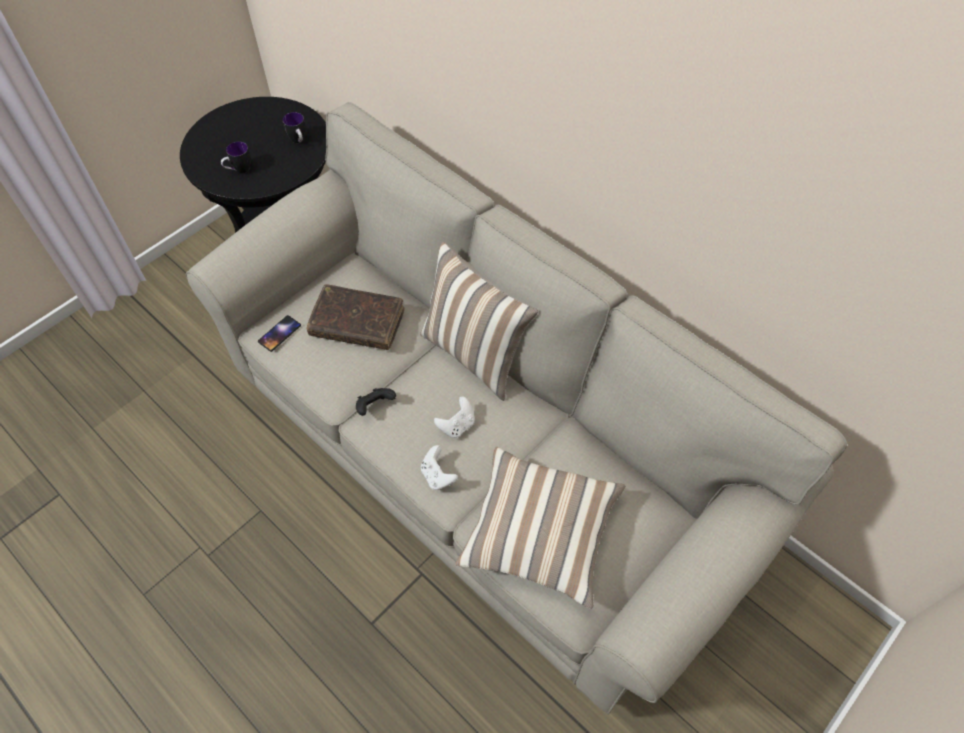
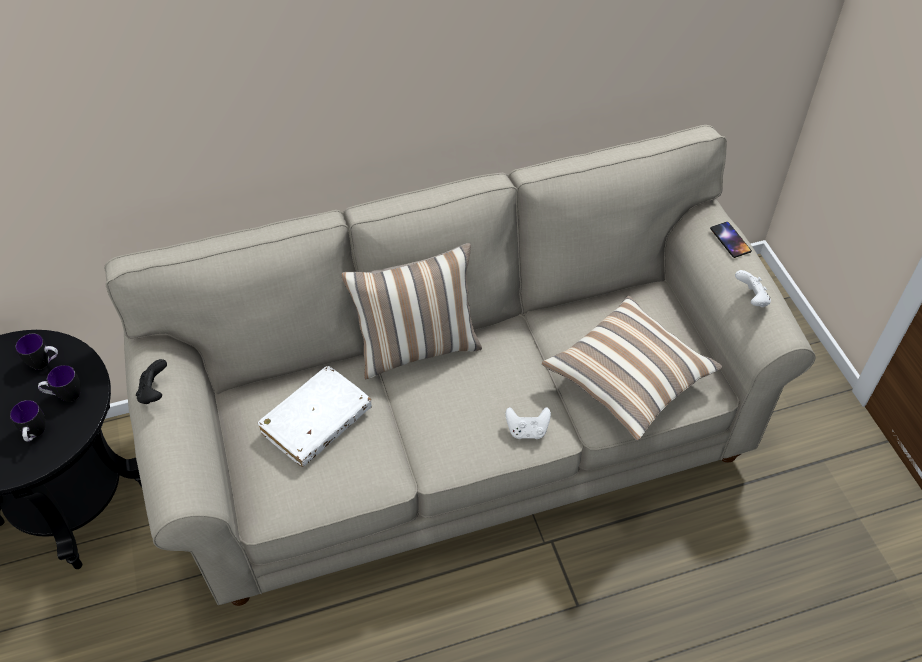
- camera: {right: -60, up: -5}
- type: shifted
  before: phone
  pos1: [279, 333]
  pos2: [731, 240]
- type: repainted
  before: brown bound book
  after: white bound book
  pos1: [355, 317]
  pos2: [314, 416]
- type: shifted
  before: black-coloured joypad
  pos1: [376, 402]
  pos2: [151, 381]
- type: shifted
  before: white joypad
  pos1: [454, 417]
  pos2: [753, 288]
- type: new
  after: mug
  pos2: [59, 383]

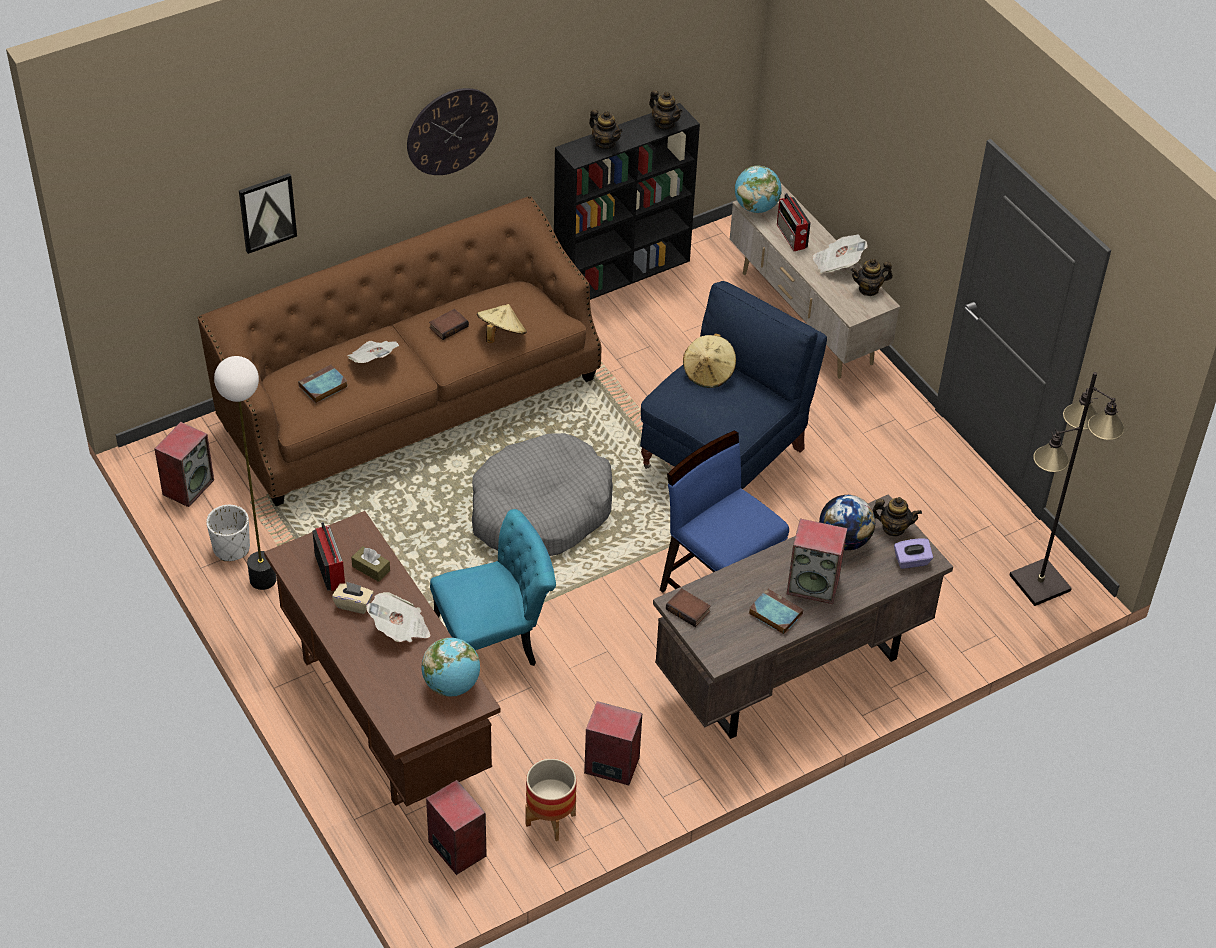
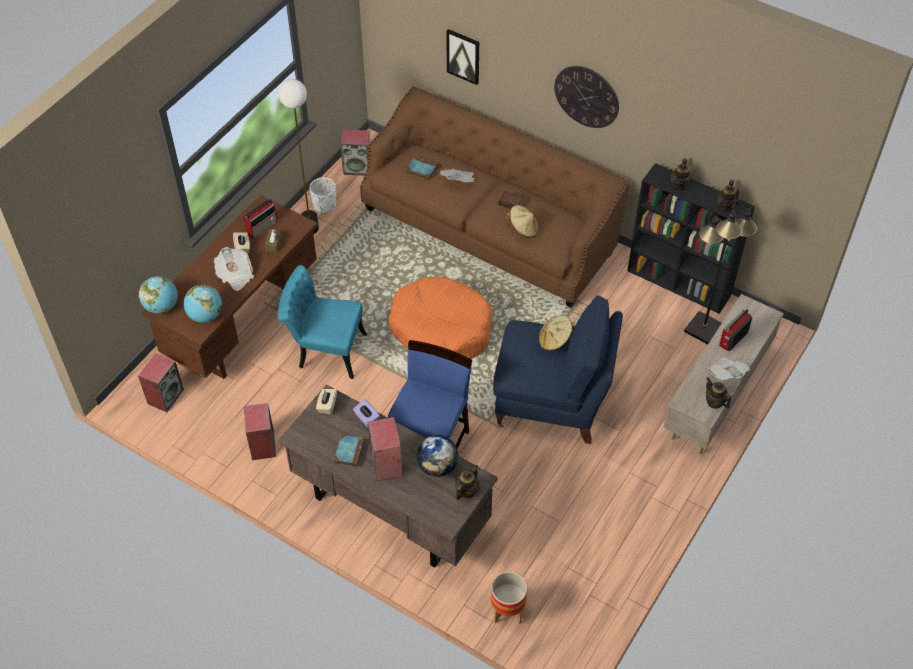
- camera: {right: 65, up: 5}
- type: rotated
  before: blue-green plain chair
  pos1: [493, 587]
  pos2: [322, 322]
  turn: 150
- type: repainted
  before: gray pet bed
  after: orange pet bed
  pos1: [542, 494]
  pos2: [440, 318]
- type: shifted
  before: flower pot
  pos1: [551, 800]
  pos2: [509, 598]
- type: swapped
  before: bound book
  after: beige tissue holder
  pos1: [688, 607]
  pos2: [326, 402]
- type: shifted
  before: desk globe
  pos1: [758, 189]
  pos2: [158, 295]
- type: rotated
  before: tea pot
  pos1: [897, 516]
  pos2: [467, 482]
  turn: -135
- type: shifted
  before: purple-coloured tissue holder
  pos1: [913, 553]
  pos2: [366, 413]
- type: shifted
  before: black-coloured standard lamp
  pos1: [1067, 489]
  pos2: [720, 266]

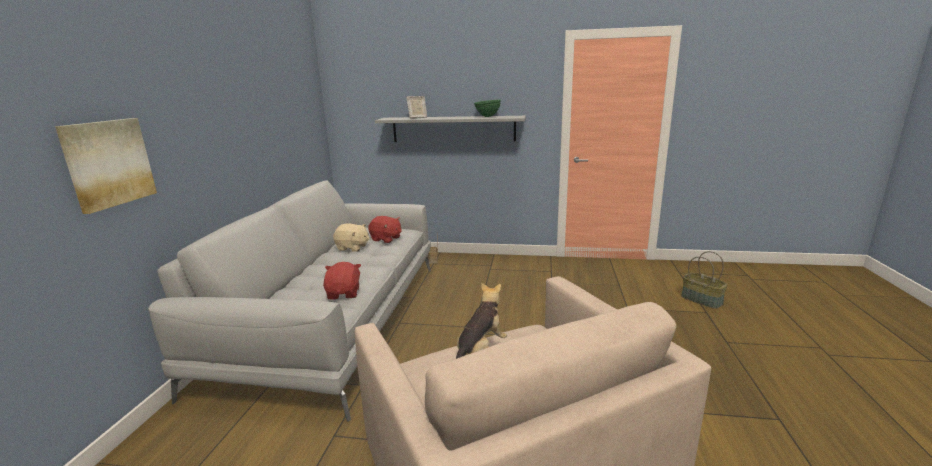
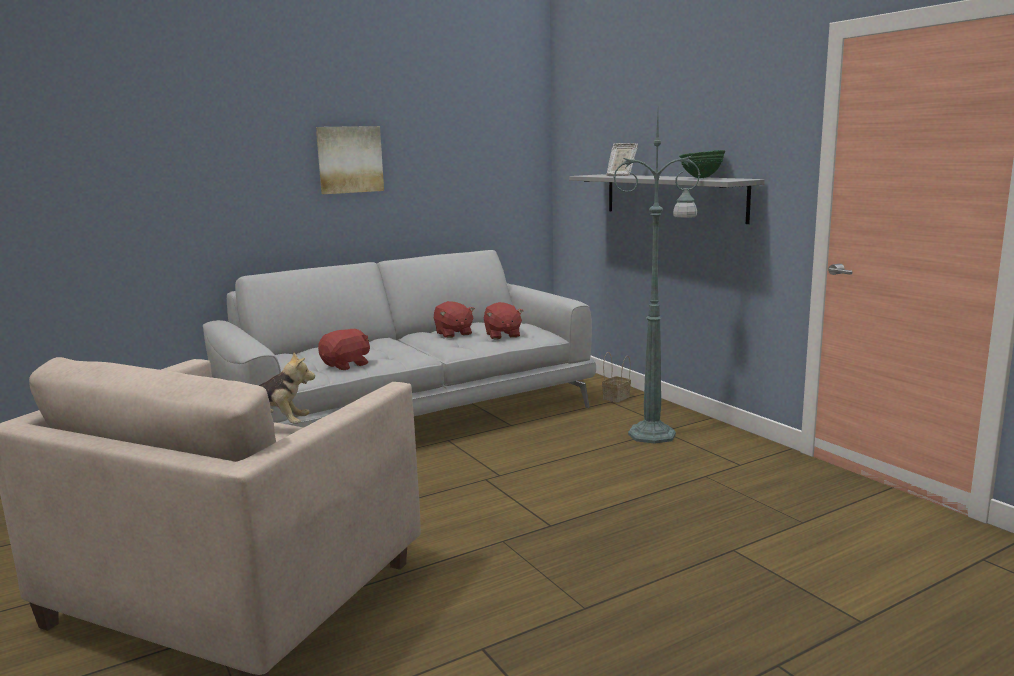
- camera: {right: 50, up: -5}
- type: shifted
  before: wall art
  pos1: [106, 166]
  pos2: [350, 160]
- type: repainted
  before: beige soft toy
  after: red soft toy
  pos1: [351, 237]
  pos2: [454, 319]
- type: gone
  before: storage basket
  pos1: [704, 280]
- type: new
  after: green-coloured standard lamp
  pos2: [657, 278]

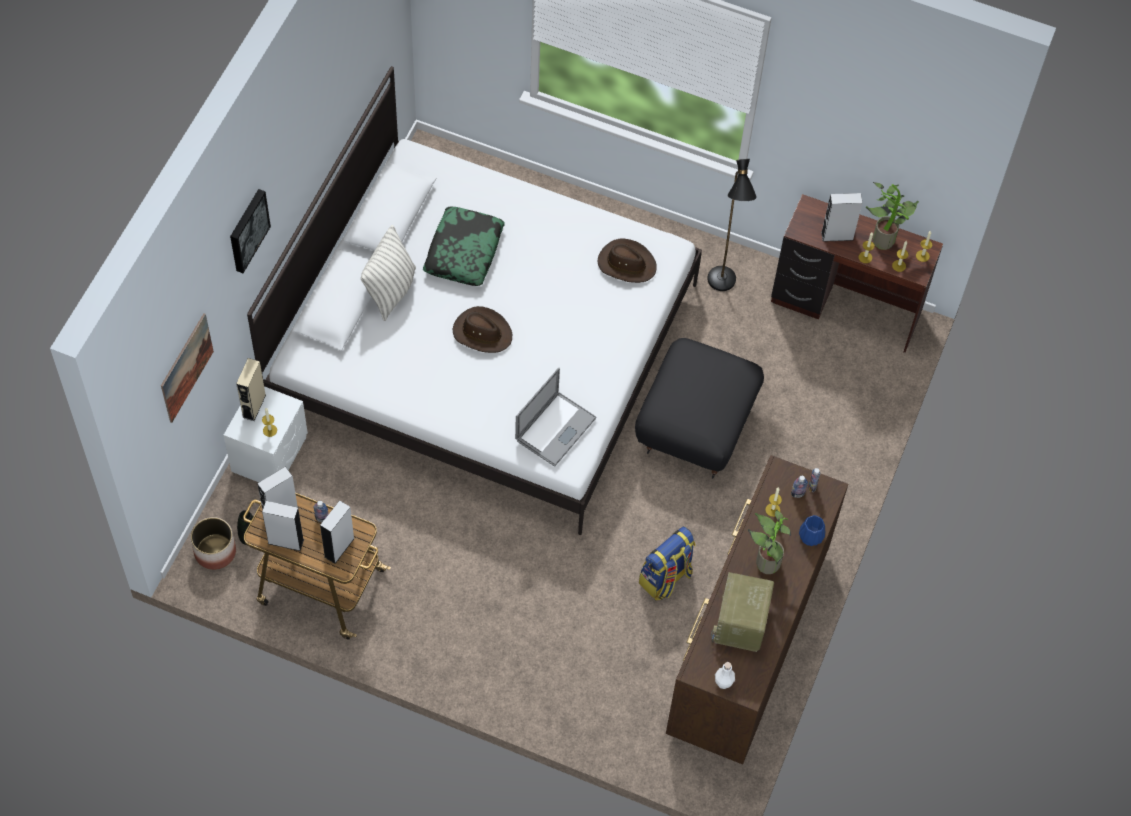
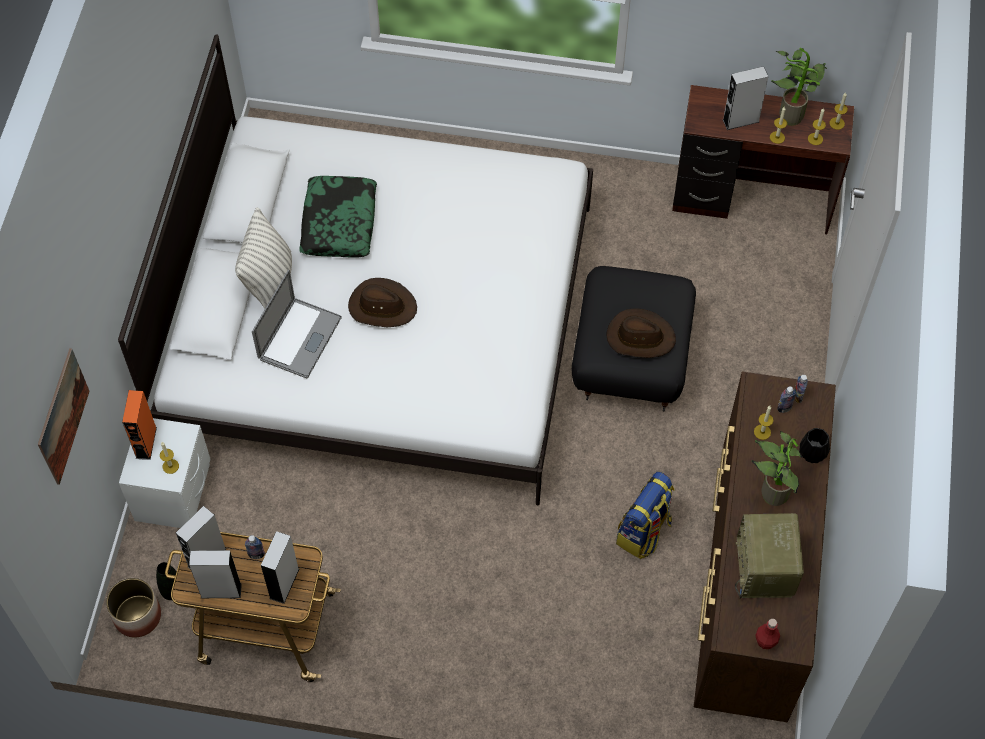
- camera: {right: -10, up: 0}
- type: gone
  before: wall art
  pos1: [250, 231]
- type: repainted
  before: beige speaker
  after: orange speaker
  pos1: [251, 389]
  pos2: [139, 425]
- type: shifted
  before: laptop
  pos1: [555, 417]
  pos2: [297, 324]
- type: shifted
  before: brown hat
  pos1: [627, 261]
  pos2: [641, 333]
- type: gone
  before: black-coloured standard lamp
  pos1: [731, 225]
- type: repainted
  before: white drink bottle
  after: red drink bottle
  pos1: [725, 675]
  pos2: [768, 634]
- type: repainted
  before: blue flower vase
  after: black-coloured flower vase
  pos1: [812, 530]
  pos2: [814, 445]

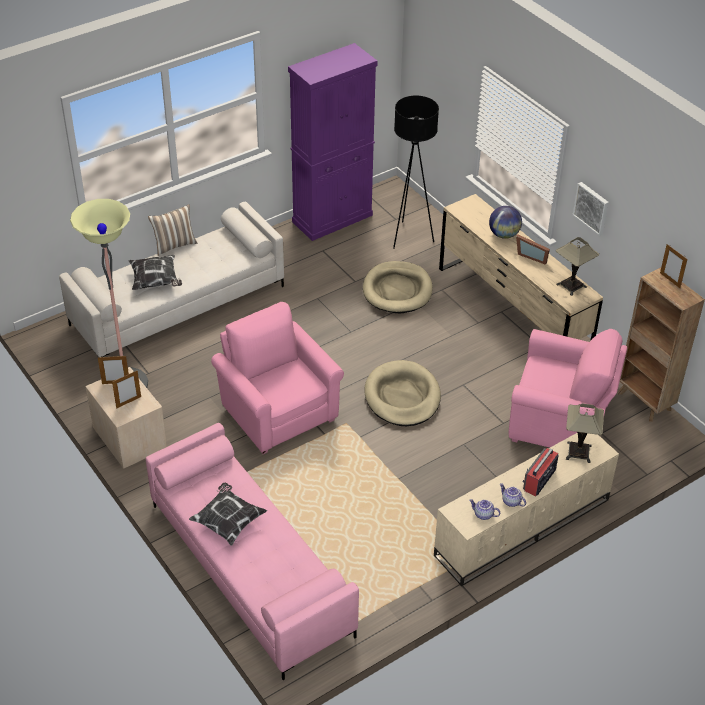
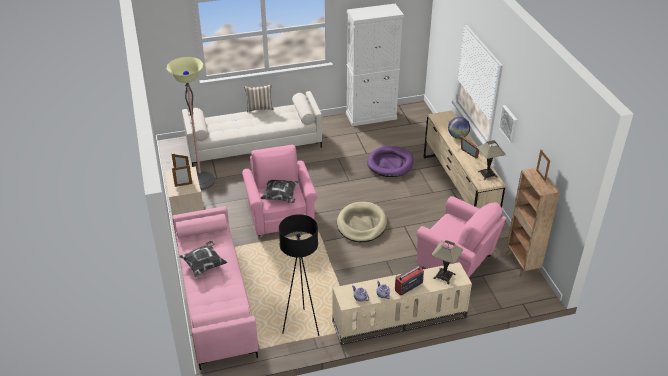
- camera: {right: 20, up: -5}
- type: shifted
  before: cushion
  pos1: [155, 272]
  pos2: [279, 191]
- type: repainted
  before: purple-coloured storage cabinet
  after: white storage cabinet
  pos1: [333, 142]
  pos2: [375, 65]
- type: repainted
  before: beige pet bed
  after: purple-coloured pet bed
  pos1: [398, 287]
  pos2: [390, 161]
- type: shifted
  before: black-coloured standard lamp
  pos1: [416, 172]
  pos2: [299, 275]

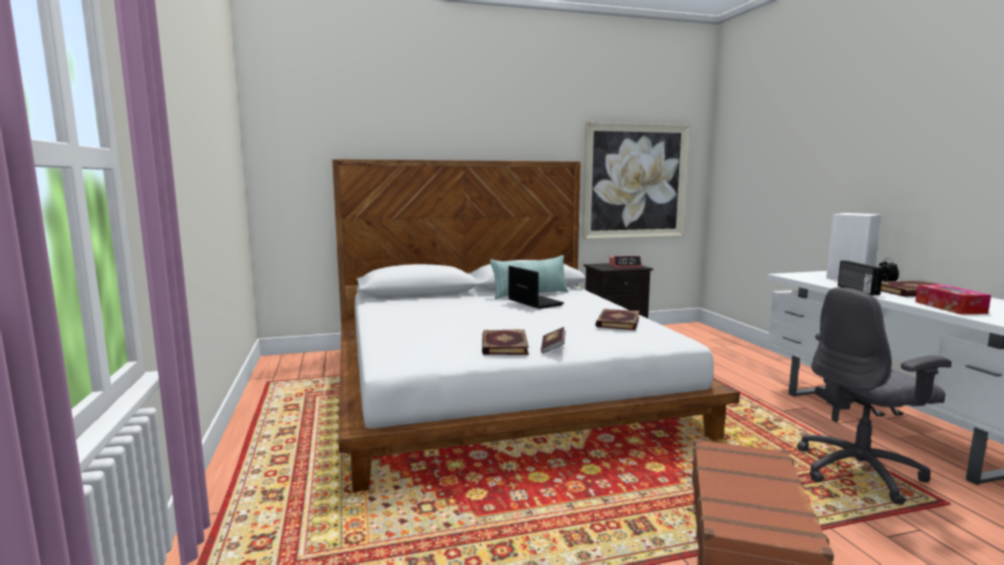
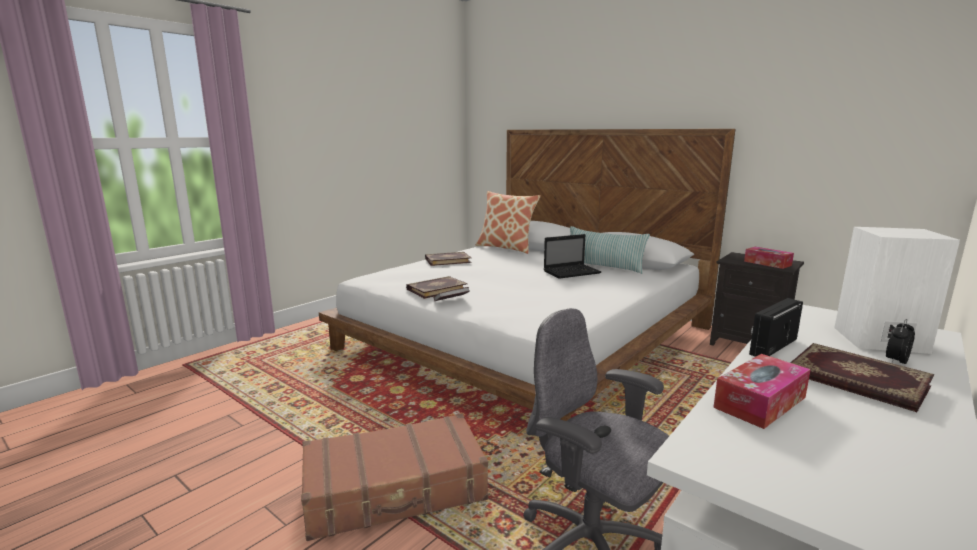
- camera: {right: 55, up: 5}
- type: rotated
  before: laptop
  pos1: [536, 287]
  pos2: [573, 256]
  turn: 45
- type: gone
  before: wall art
  pos1: [636, 180]
- type: shifted
  before: bound book
  pos1: [617, 319]
  pos2: [448, 259]
- type: swapped
  before: table clock
  after: tissue holder
  pos1: [625, 262]
  pos2: [769, 258]
- type: new
  after: cushion
  pos2: [508, 222]

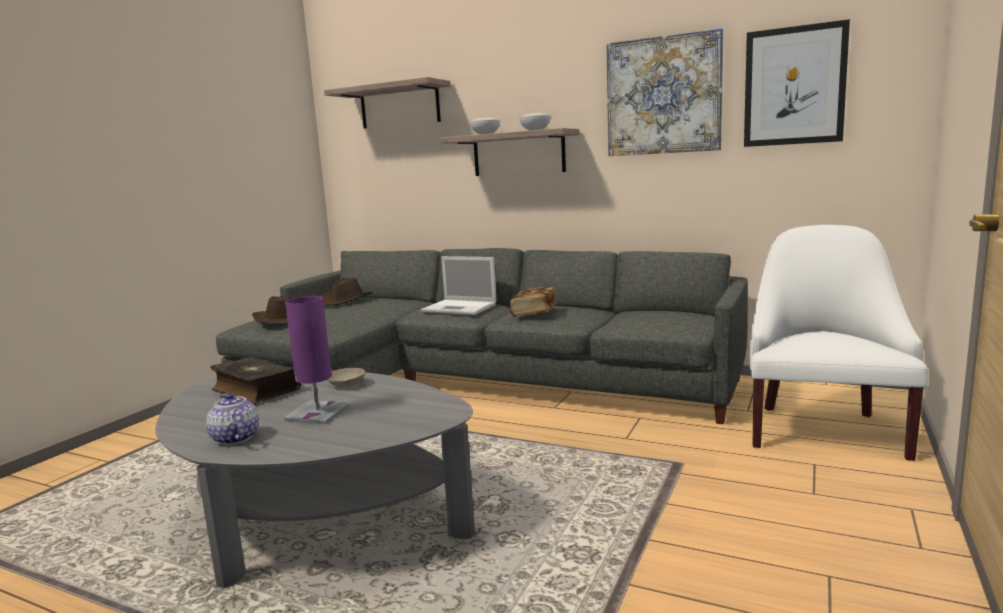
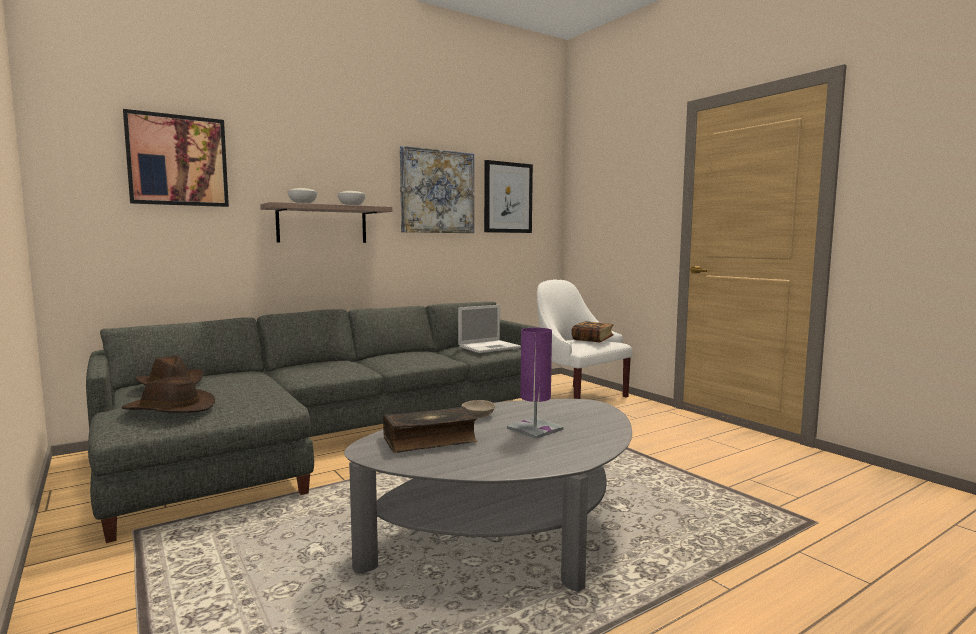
- camera: {right: -60, up: -5}
- type: gone
  before: tea pot
  pos1: [232, 419]
- type: swapped
  before: shelf
  after: wall art
  pos1: [387, 103]
  pos2: [176, 158]
- type: shifted
  before: laptop
  pos1: [459, 285]
  pos2: [489, 329]
- type: shifted
  before: bound book
  pos1: [533, 301]
  pos2: [593, 331]

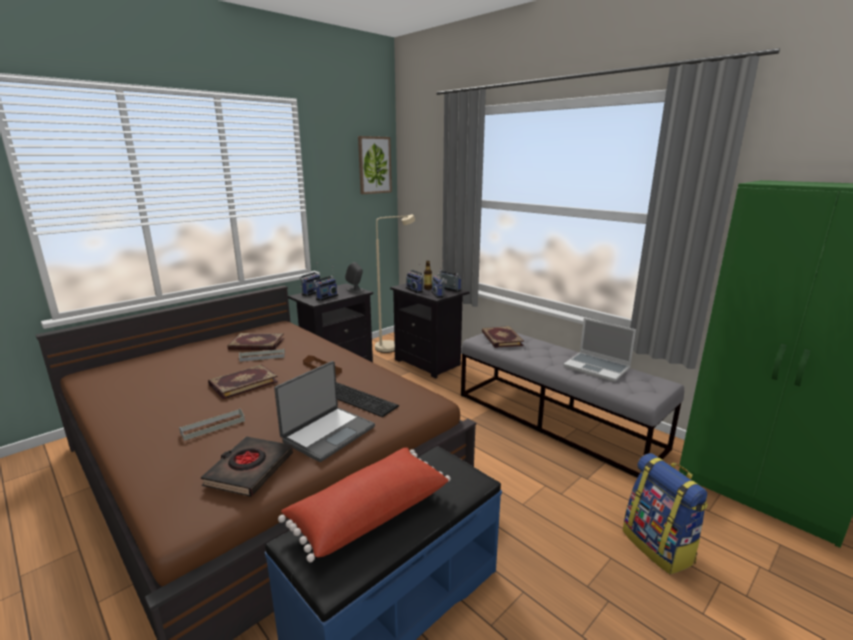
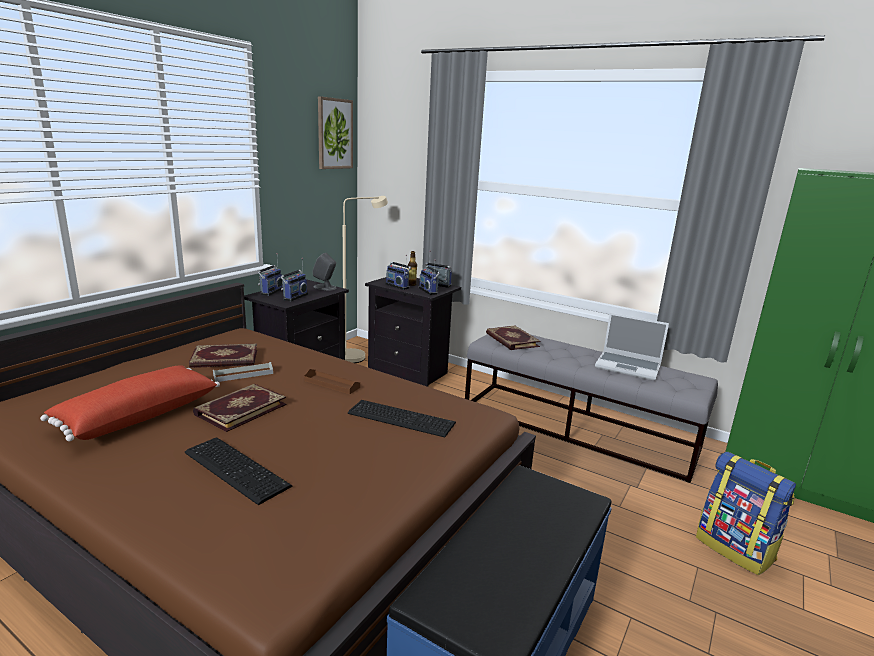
- camera: {right: -15, up: 0}
- type: swapped
  before: gray tray
  after: PC keyboard
  pos1: [212, 425]
  pos2: [238, 471]
- type: gone
  before: black-coloured bound book
  pos1: [247, 466]
- type: gone
  before: laptop
  pos1: [324, 411]
- type: shifted
  before: red cushion
  pos1: [364, 504]
  pos2: [130, 403]

